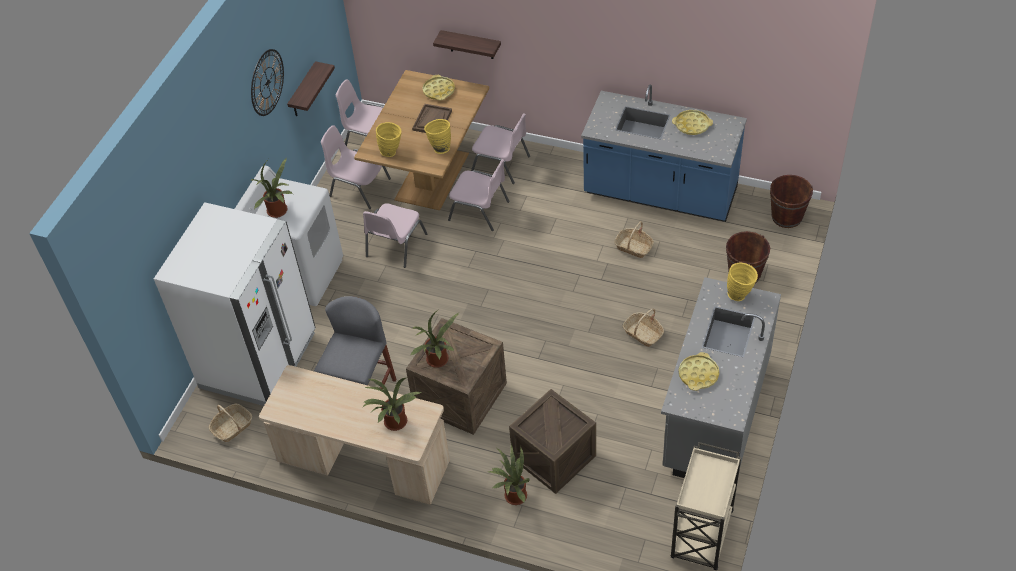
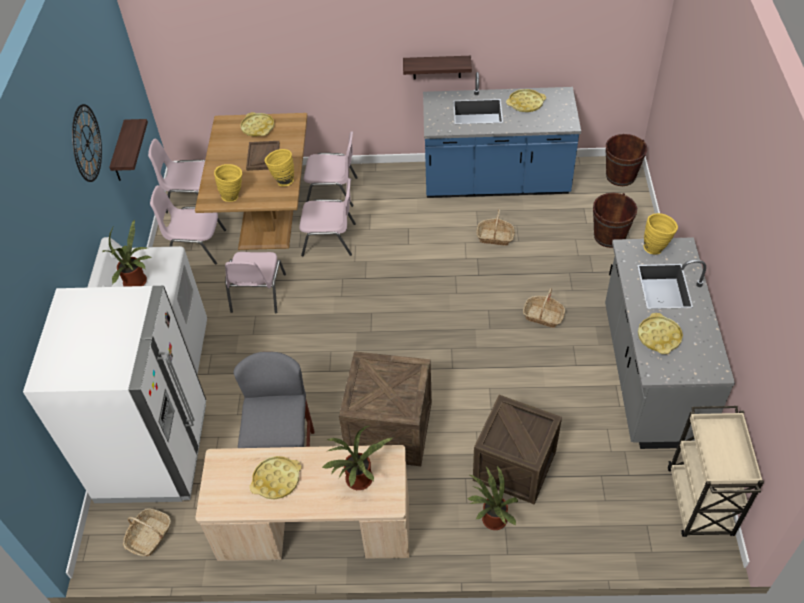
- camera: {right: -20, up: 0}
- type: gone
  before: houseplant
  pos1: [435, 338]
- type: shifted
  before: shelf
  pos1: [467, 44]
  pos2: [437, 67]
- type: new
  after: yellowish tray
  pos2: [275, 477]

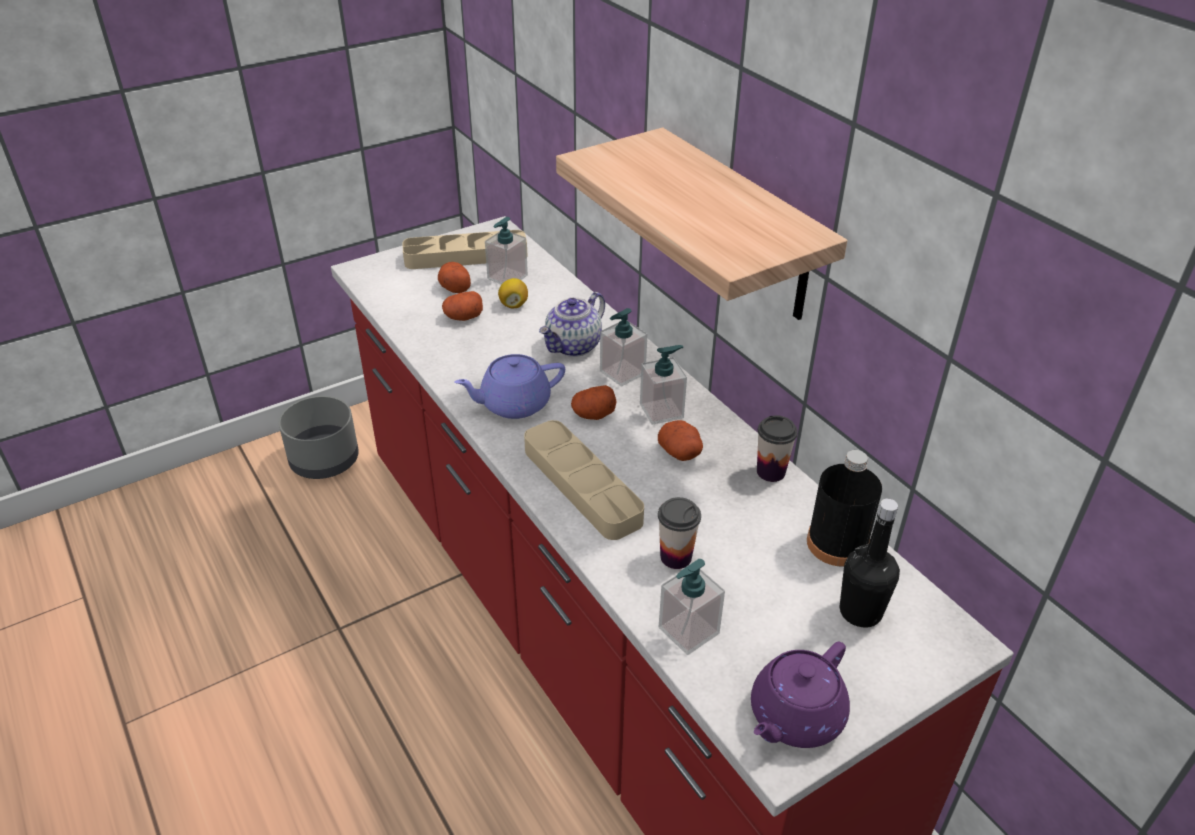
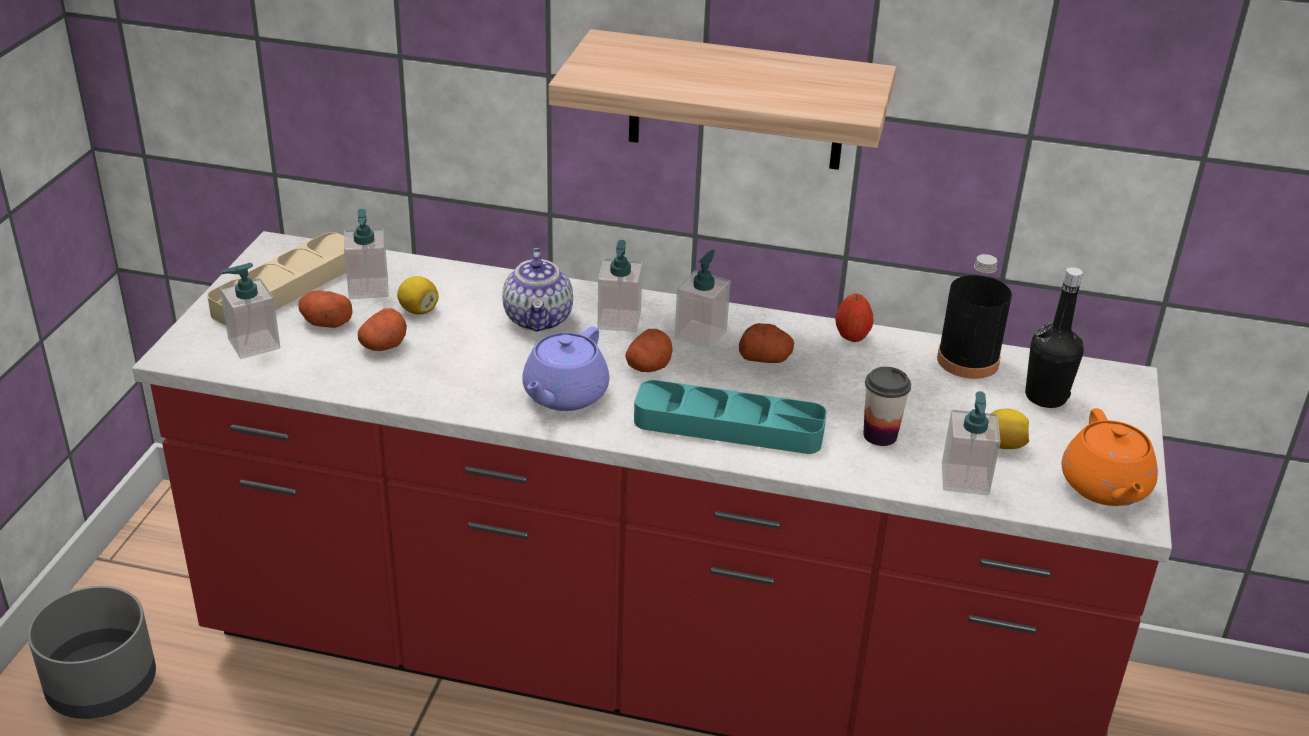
- camera: {right: -45, up: -5}
- type: repainted
  before: beige tray
  after: blue-green tray
  pos1: [584, 480]
  pos2: [730, 417]
- type: repainted
  before: purple-coloured tea pot
  after: orange tea pot
  pos1: [800, 695]
  pos2: [1110, 457]
- type: swapped
  before: drinking cup
  after: whole apple
  pos1: [777, 448]
  pos2: [854, 317]
- type: new
  after: soap bottle
  pos2: [250, 311]
- type: new
  after: whole lemon
  pos2: [1010, 429]

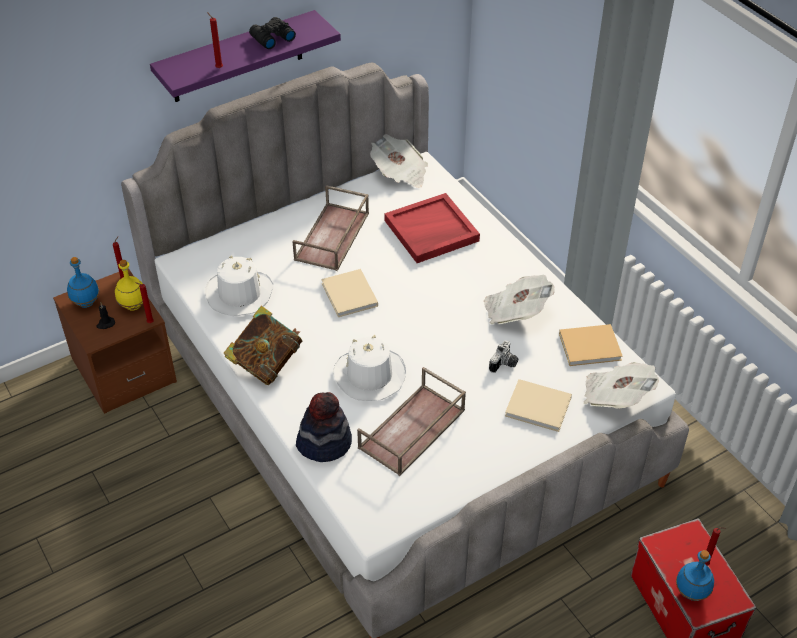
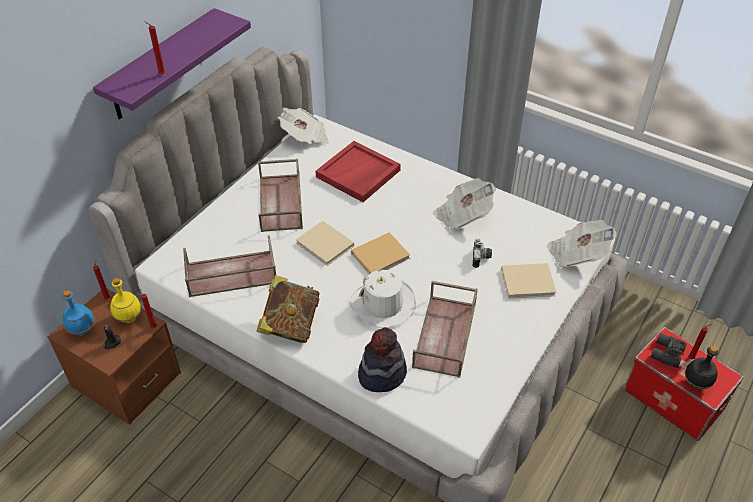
- camera: {right: -25, up: 0}
- type: swapped
  before: white hat
  after: brown tray
  pos1: [239, 286]
  pos2: [229, 266]
- type: shifted
  before: black-coloured pair of binoculars
  pos1: [272, 33]
  pos2: [669, 350]
- type: shifted
  before: beige bound book
  pos1: [591, 345]
  pos2: [380, 253]
- type: repainted
  before: blue drink bottle
  after: black-coloured drink bottle
  pos1: [695, 575]
  pos2: [701, 367]

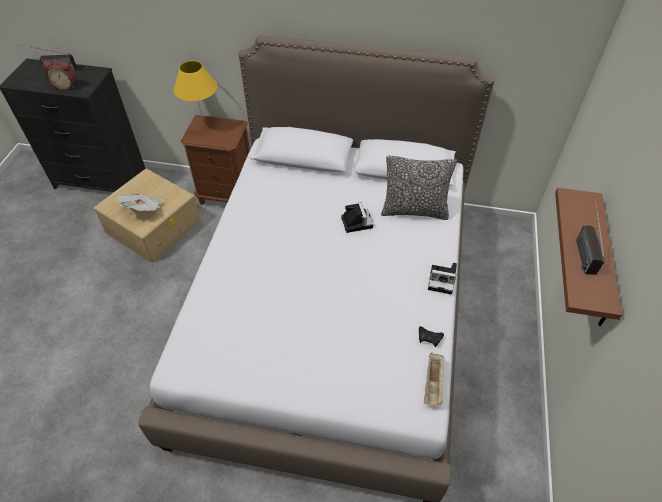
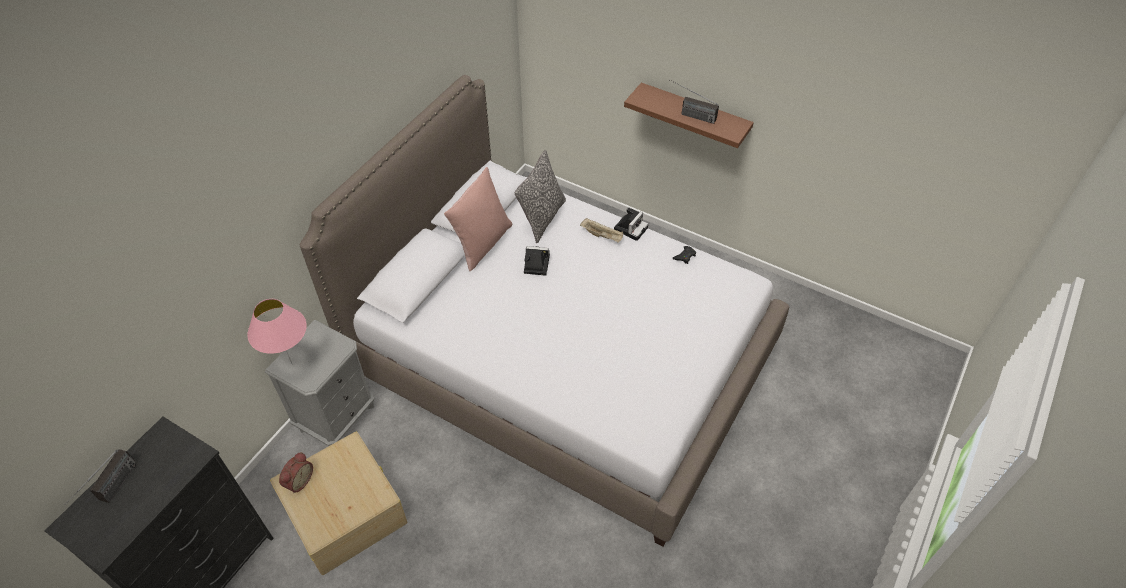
- camera: {right: -70, up: 0}
- type: shifted
  before: table clock
  pos1: [60, 75]
  pos2: [296, 472]
- type: gone
  before: daily paper
  pos1: [140, 202]
- type: repainted
  before: yellowish lamp for a table
  after: pink-coloured lamp for a table
  pos1: [195, 93]
  pos2: [277, 332]
- type: repainted
  before: brown bedside table
  after: gray bedside table
  pos1: [215, 160]
  pos2: [319, 383]
- type: shifted
  before: beige tray
  pos1: [434, 379]
  pos2: [602, 230]
- type: new
  after: pink-coloured cushion
  pos2: [478, 219]

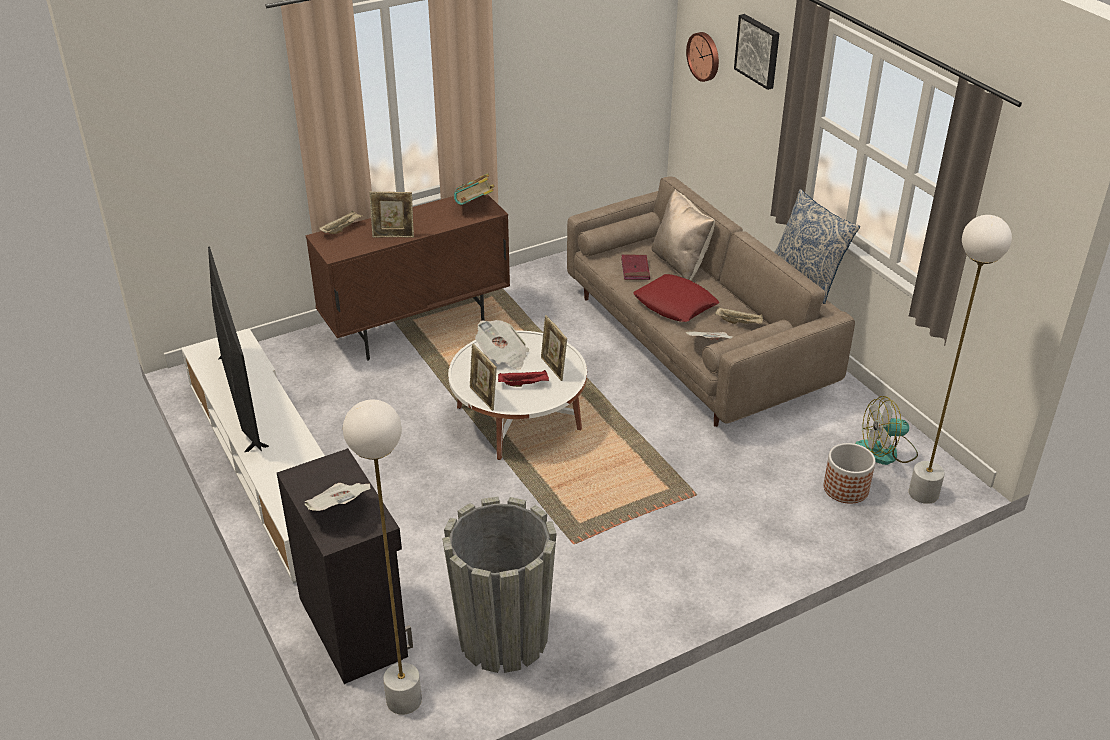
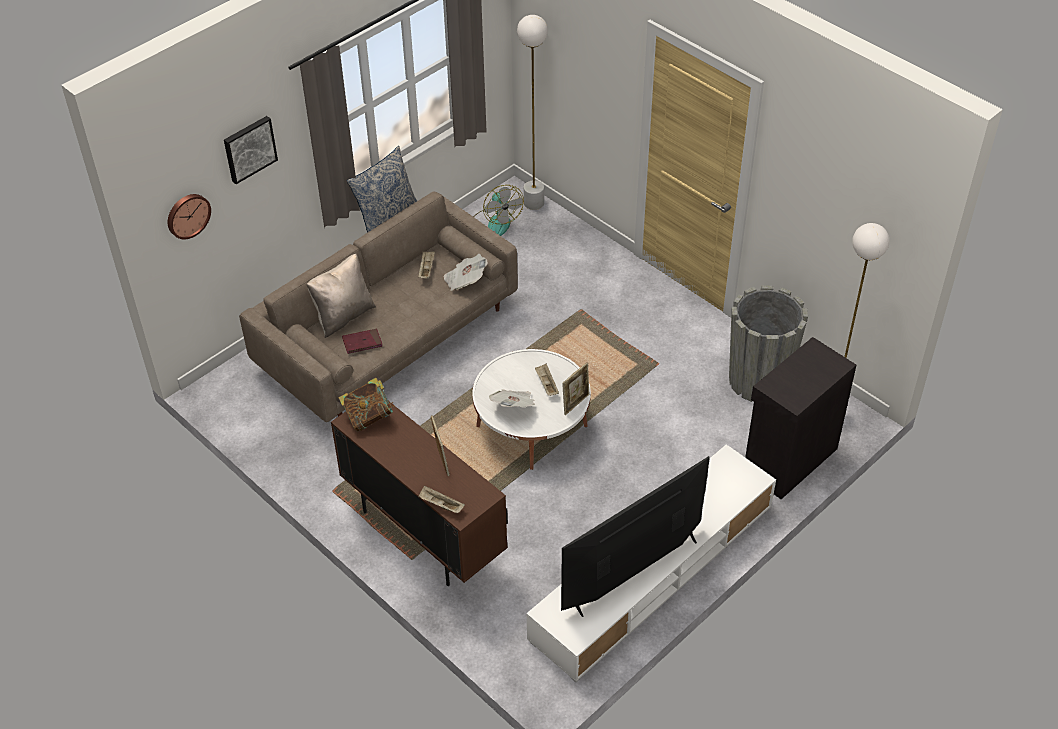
- camera: {right: -105, up: 10}
- type: gone
  before: daily paper
  pos1: [338, 497]
- type: repainted
  before: red tray
  after: beige tray
  pos1: [523, 378]
  pos2: [547, 379]
- type: gone
  before: photo frame
  pos1: [554, 348]
- type: gone
  before: red cushion
  pos1: [676, 298]
- type: gone
  before: flower pot
  pos1: [849, 473]

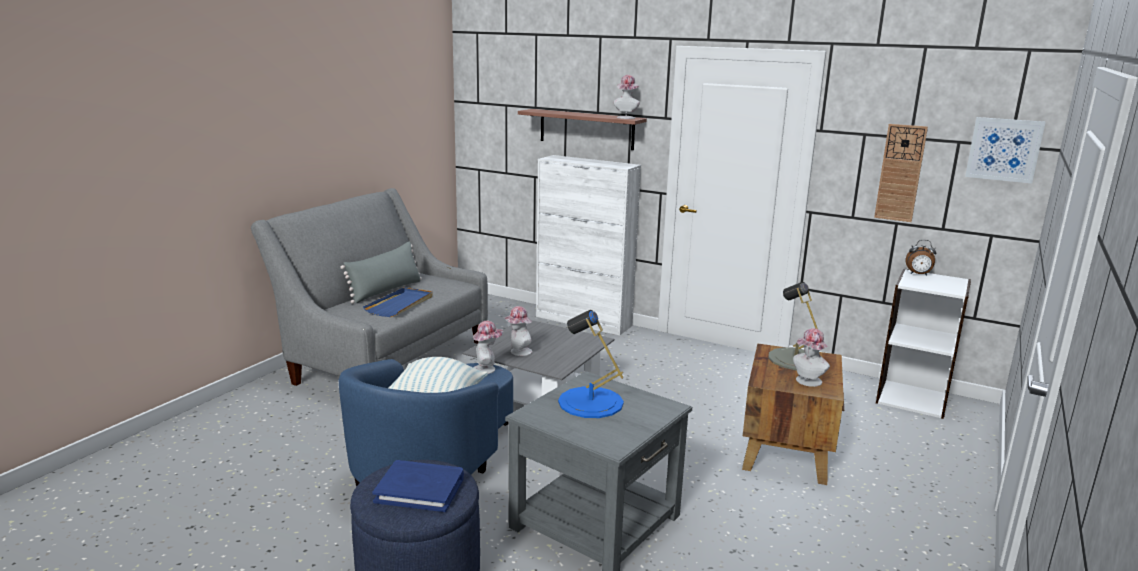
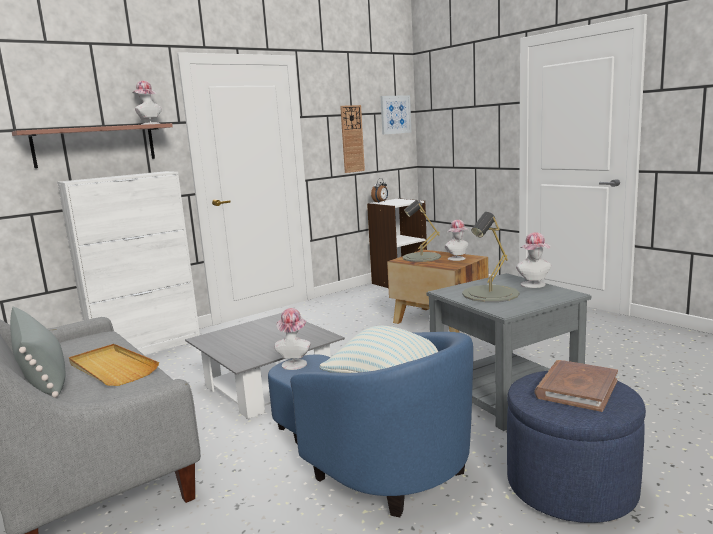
- camera: {right: -65, up: -5}
- type: repainted
  before: blue tray
  after: beige tray
  pos1: [398, 302]
  pos2: [114, 365]
- type: repainted
  before: blue bound book
  after: brown bound book
  pos1: [418, 486]
  pos2: [576, 386]
- type: shifted
  before: hat
  pos1: [518, 331]
  pos2: [533, 260]
- type: repainted
  before: blue lamp for a table
  after: gray lamp for a table
  pos1: [591, 364]
  pos2: [491, 257]

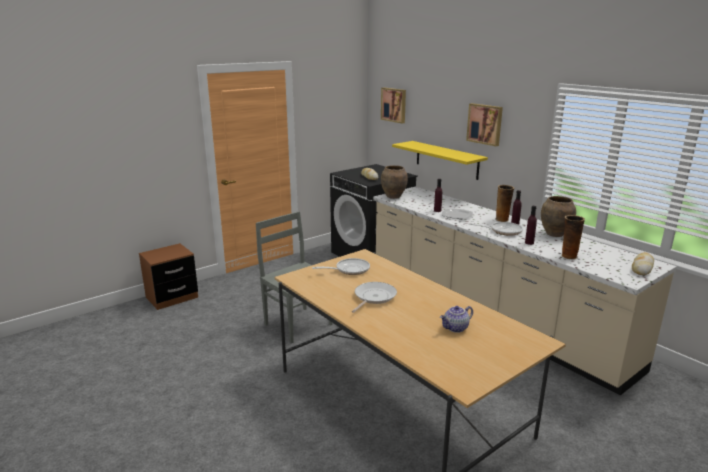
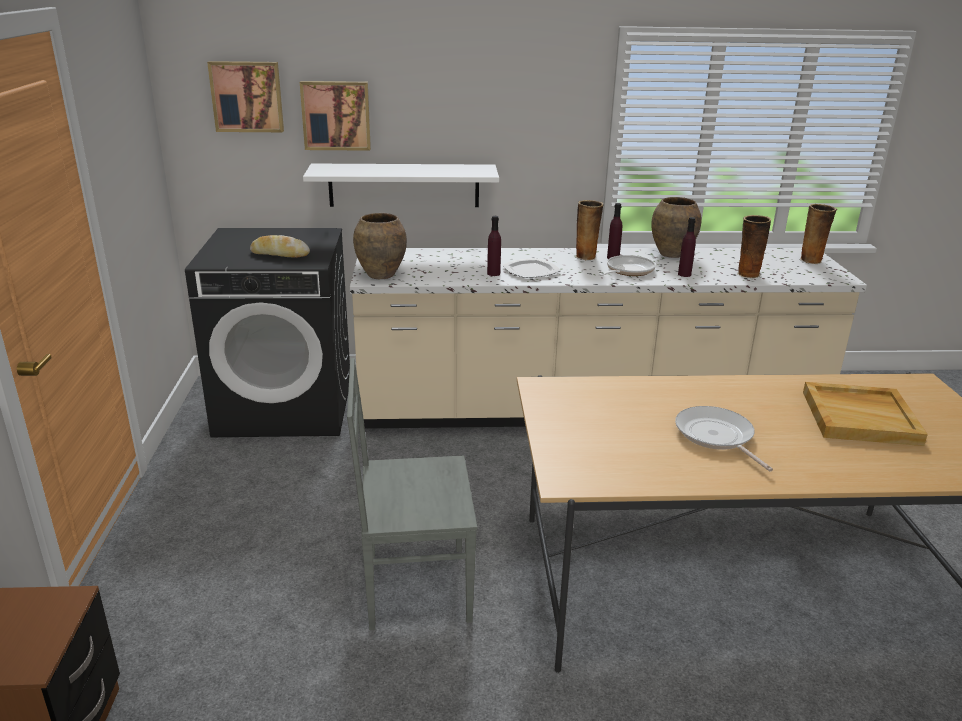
- camera: {right: -55, up: 5}
- type: gone
  before: frying pan
  pos1: [341, 266]
- type: repainted
  before: yellowish shelf
  after: white shelf
  pos1: [440, 160]
  pos2: [401, 185]
- type: swapped
  before: tea pot
  after: beige tray
  pos1: [456, 319]
  pos2: [865, 414]
- type: shifted
  before: wall art
  pos1: [484, 124]
  pos2: [335, 116]
- type: swapped
  before: bakery bread
  after: flower vase
  pos1: [643, 263]
  pos2: [818, 234]

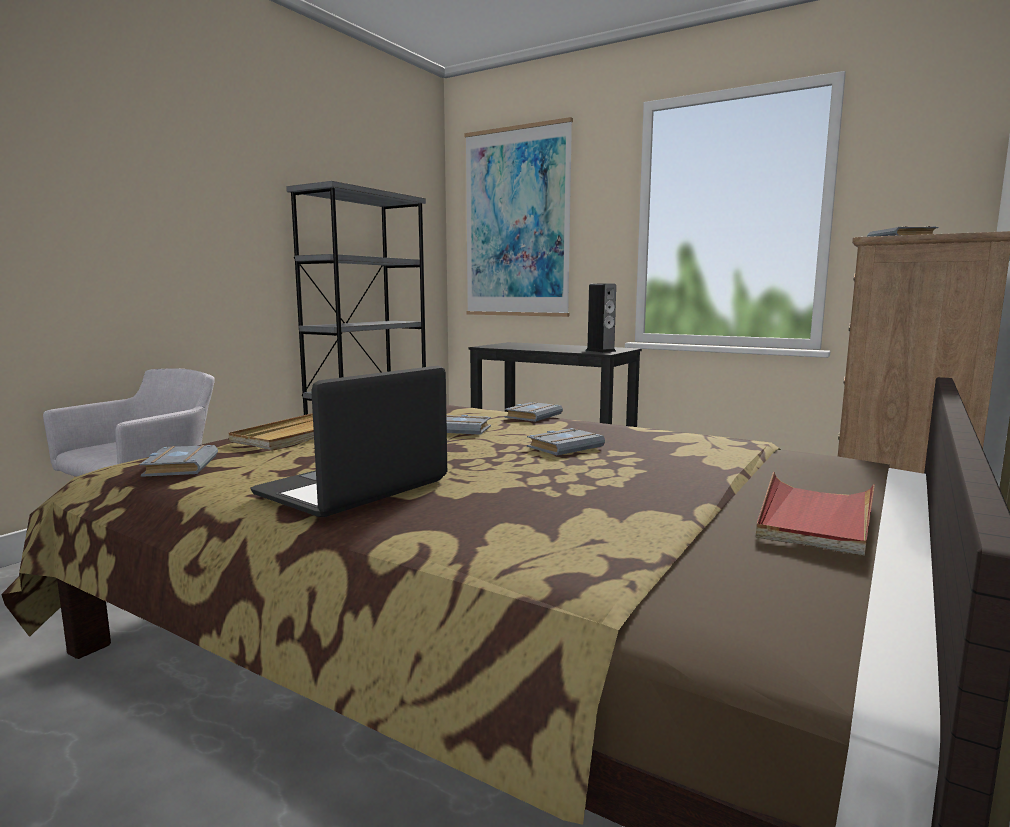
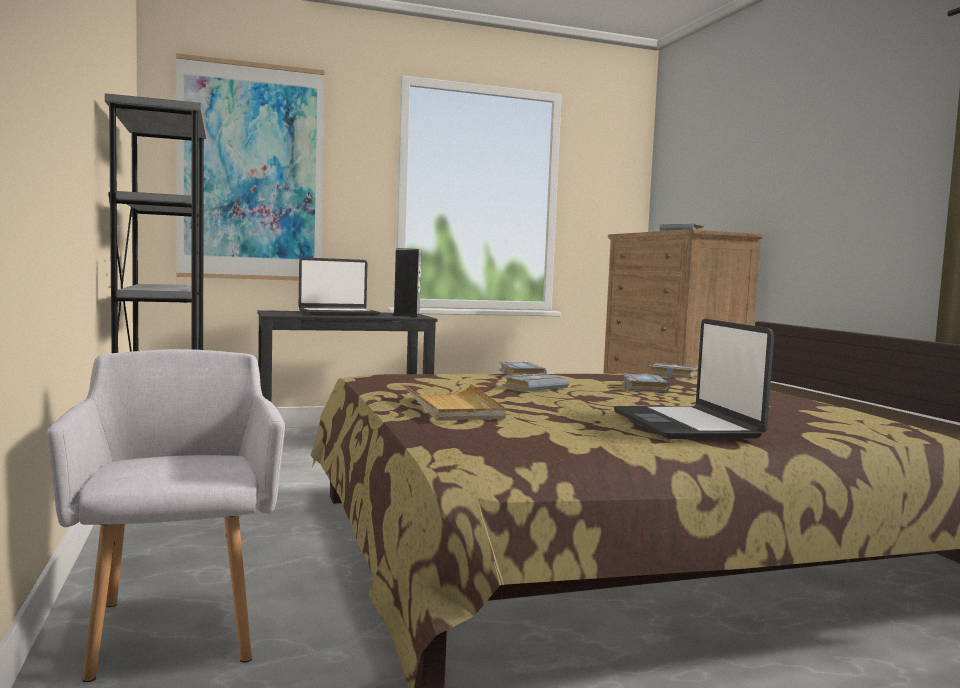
- camera: {right: -50, up: -5}
- type: shifted
  before: gray bound book
  pos1: [179, 461]
  pos2: [673, 370]
- type: gone
  before: red tray
  pos1: [815, 514]
- type: new
  after: laptop
  pos2: [339, 286]

